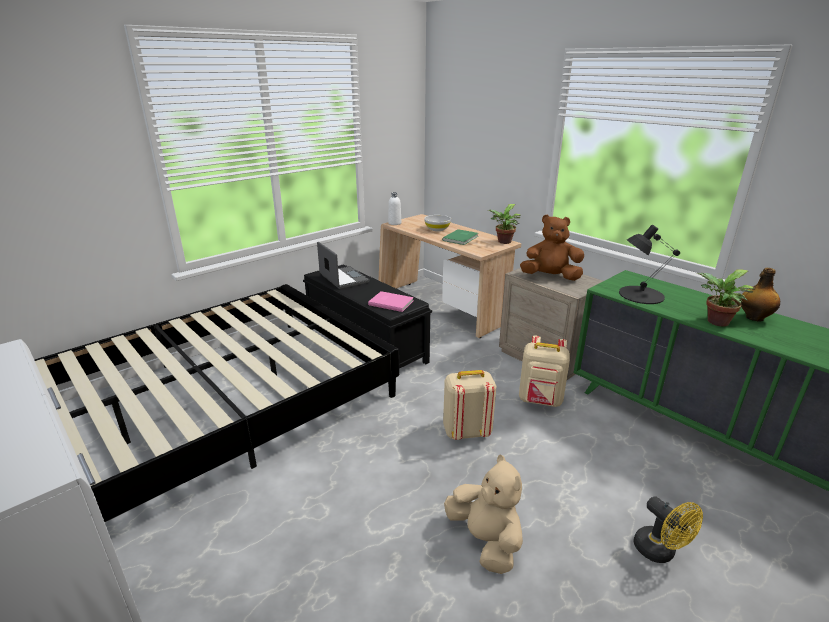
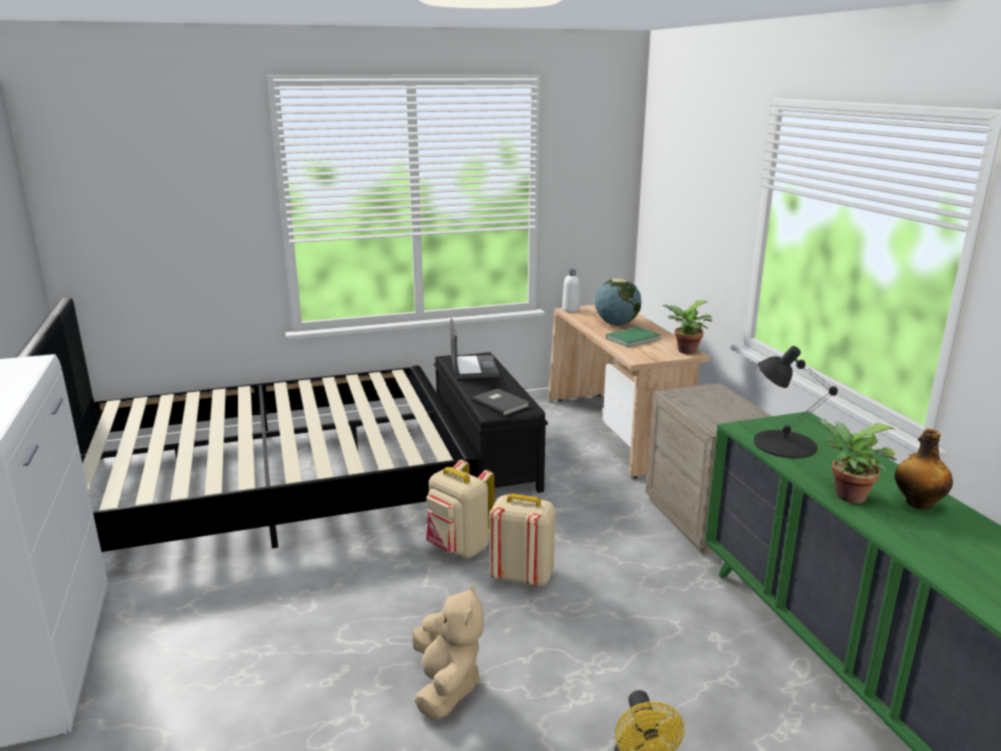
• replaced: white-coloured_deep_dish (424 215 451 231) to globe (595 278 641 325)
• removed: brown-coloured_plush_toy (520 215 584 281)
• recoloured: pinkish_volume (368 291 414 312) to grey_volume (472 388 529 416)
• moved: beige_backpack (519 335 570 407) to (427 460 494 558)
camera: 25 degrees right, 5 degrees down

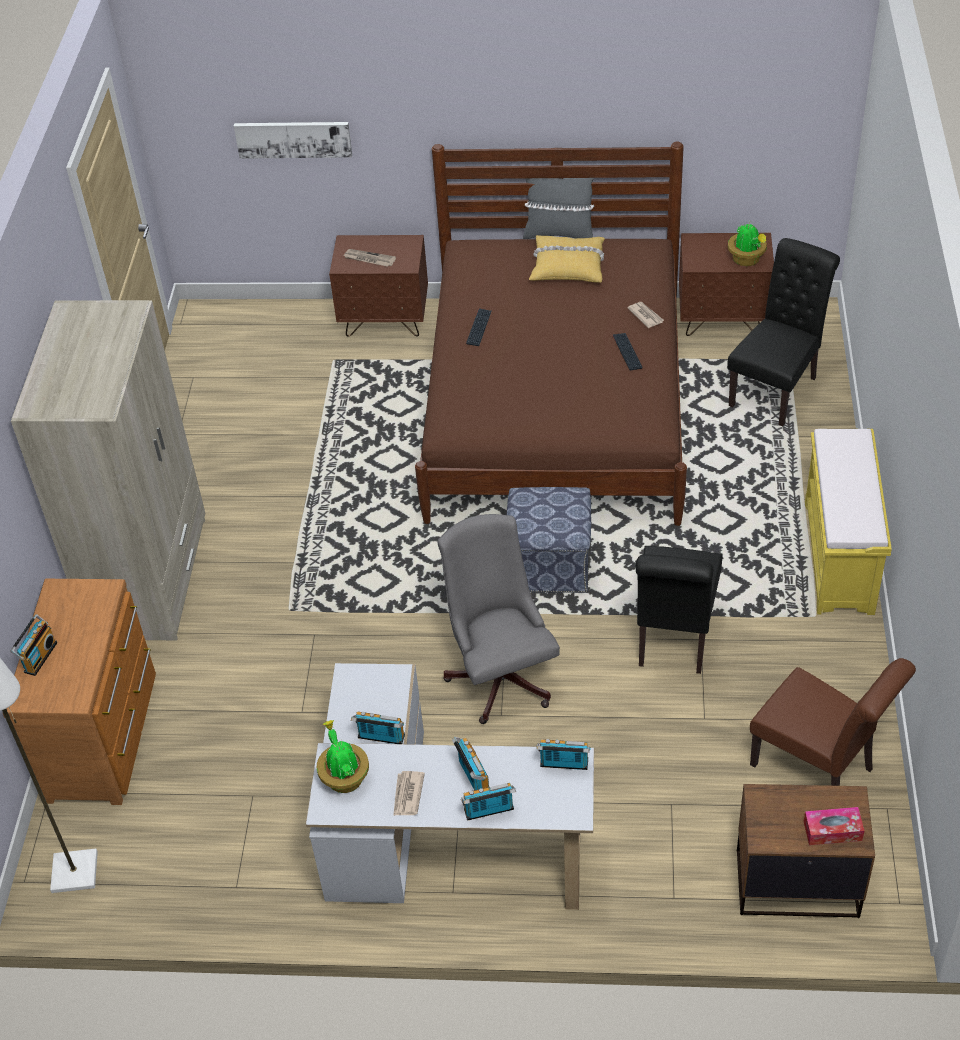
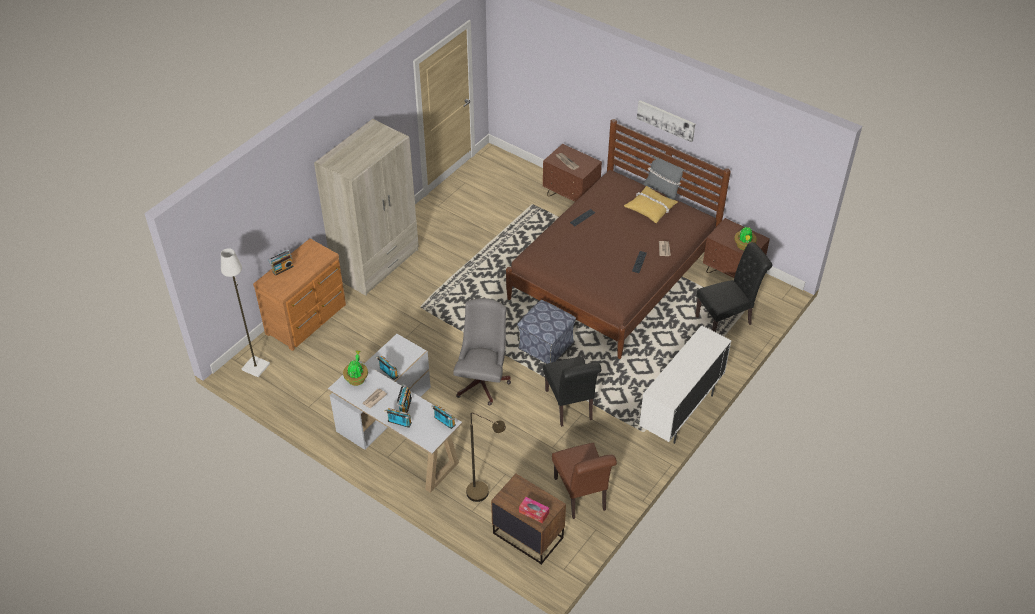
• moved: wall_picture (234 122 352 159) to (637 100 695 142)
• replaced: yellow_indoor_bench (805 429 892 615) to white-coloured_cabinet (639 325 732 444)
• turned: black-coloured_chair (635 546 723 674) = (543 357 602 427) 60 degrees counterclockwise
• added: brown-coloured_floor_lamp (466 412 506 502)
camera: 30 degrees right, 0 degrees up

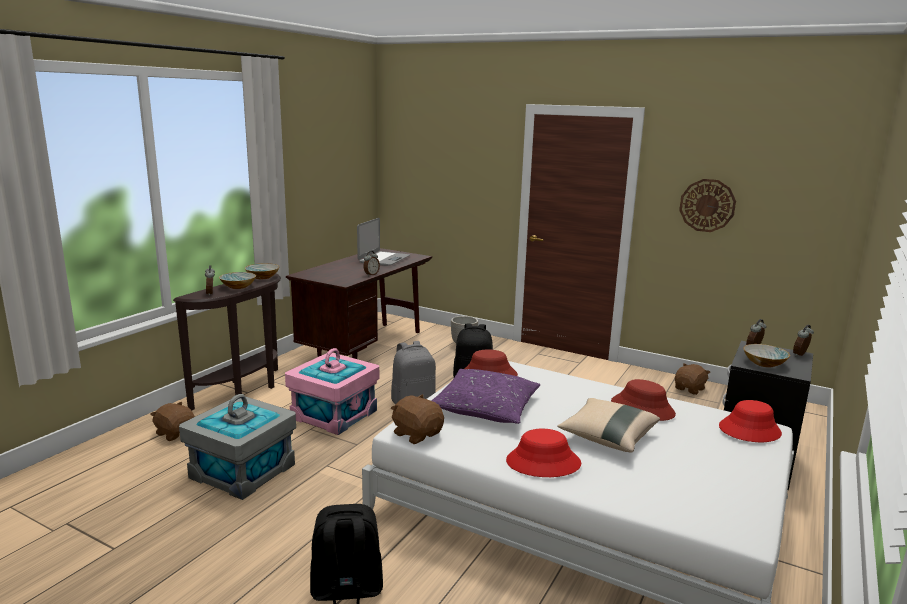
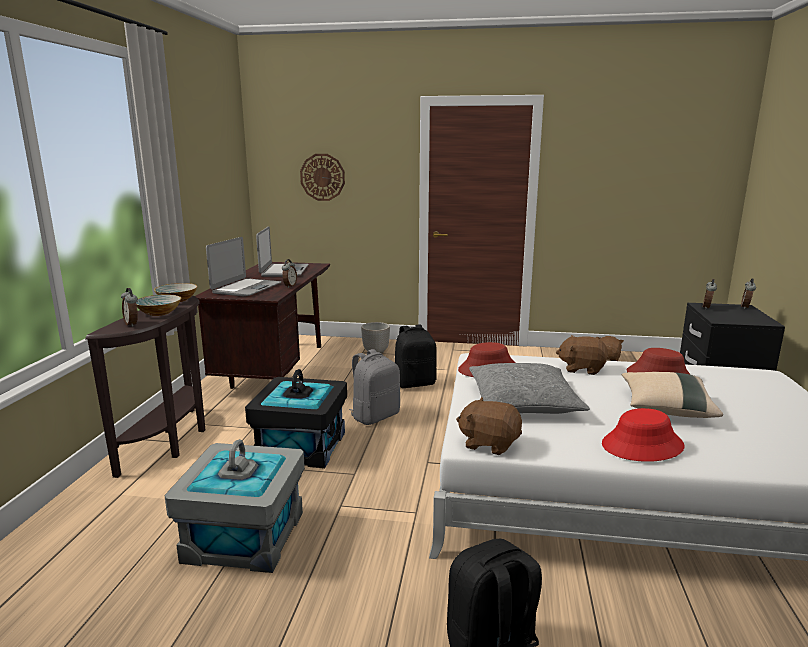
• moved: wall_clock (679 179 736 232) to (300 154 345 201)
• removed: deep_dish (743 344 790 368)
• recoloured: pinkish_storage_box (285 348 379 435) to black-coloured_storage_box (245 369 347 468)
• recoloured: purple_throw_pillow (431 369 540 424) to grey_throw_pillow (469 363 590 414)
• removed: red_clothing_hat (719 400 782 442)
• moved: brown-coloured_plush_toy (150 401 195 441) to (556 335 609 375)
• added: notebook_computer (206 237 281 296)
camera: 20 degrees left, 0 degrees up

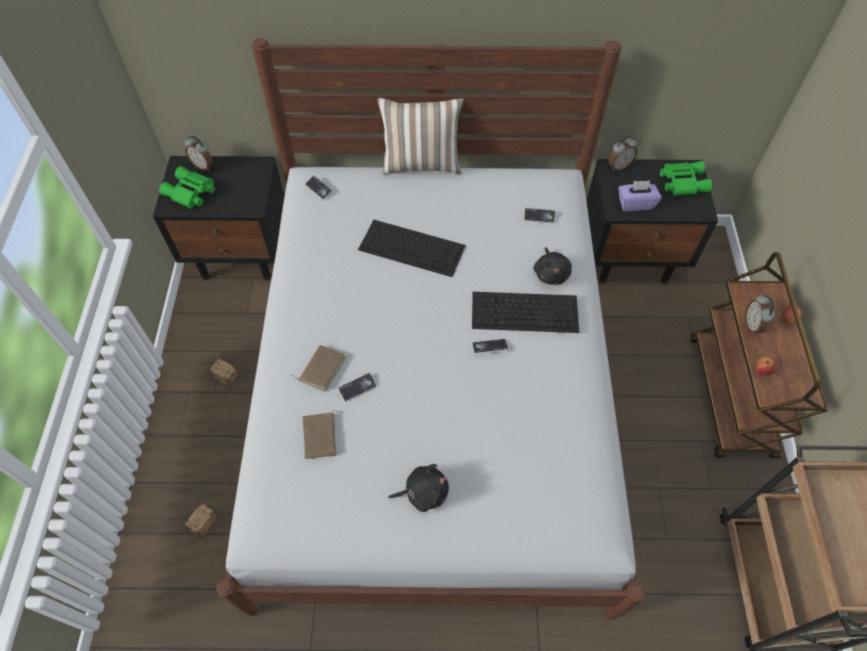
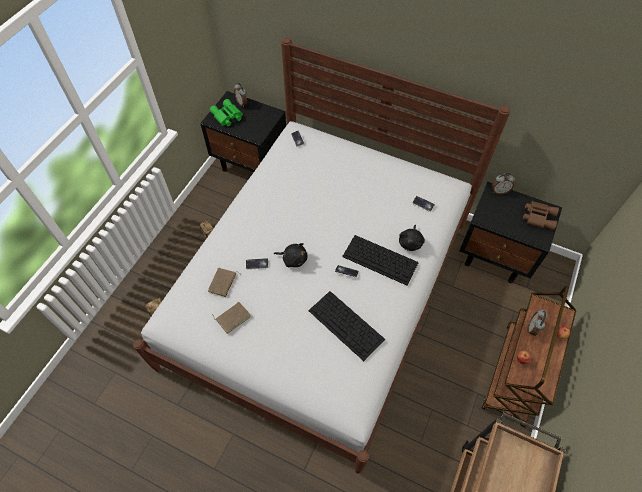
• removed: throw_pillow (378 98 464 175)
• recoloured: green-coloured_field_glasses (660 161 712 196) to brown-coloured_field_glasses (523 201 559 231)
• removed: purple_tissue_box (618 181 662 212)
• moved: computer_keyboard (358 220 466 277) to (308 291 385 361)
• moved: brown-coloured_volume (292 345 346 392) to (212 302 251 334)
• moved: black-coloured_plush_toy (388 464 449 512) to (274 243 307 267)
camera: 25 degrees right, 0 degrees up

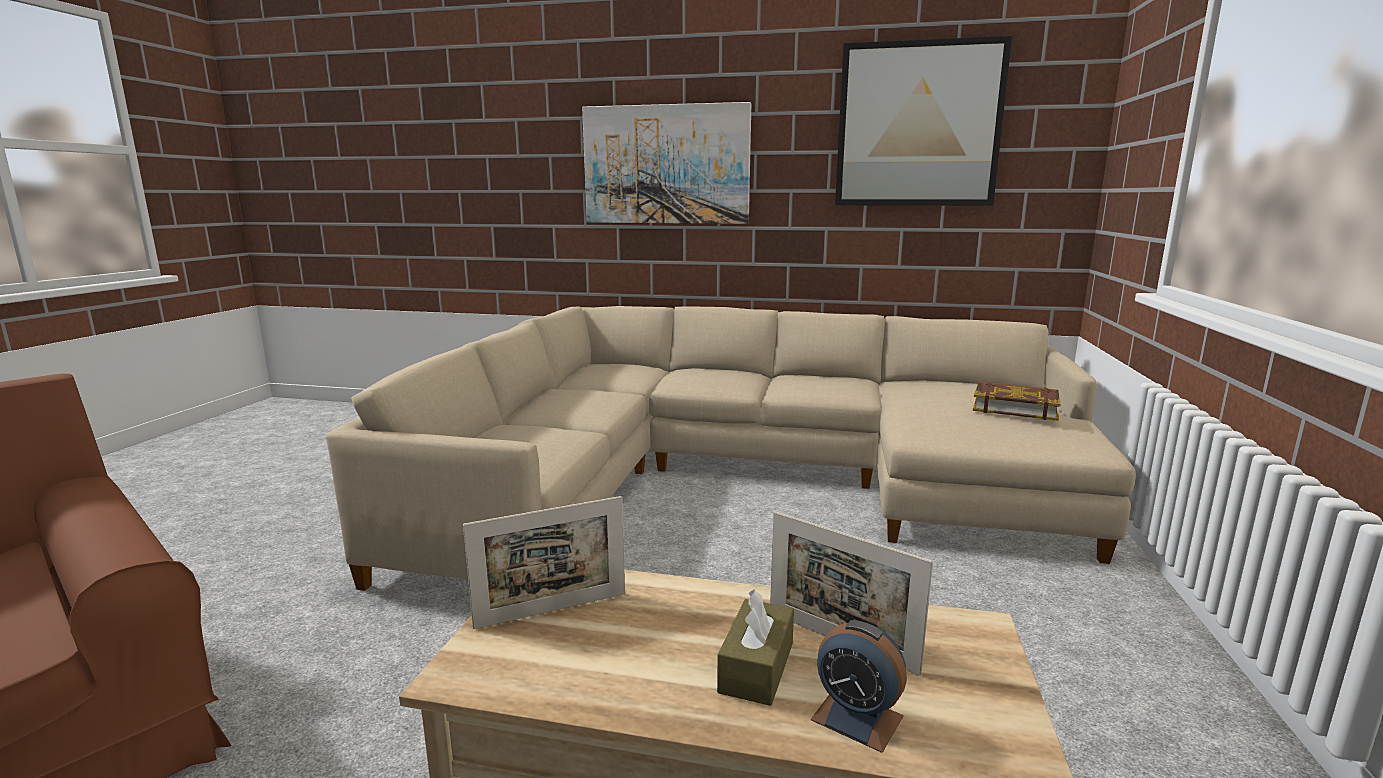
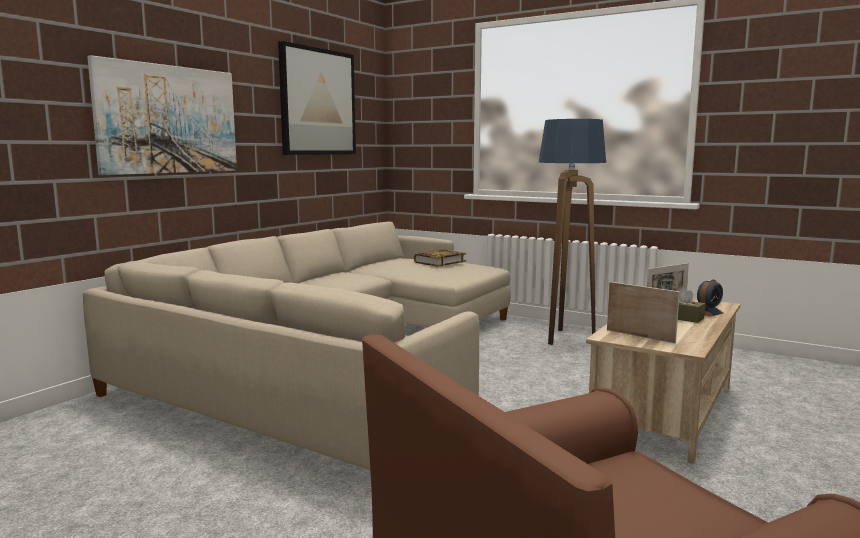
• turned: photo_frame (463 496 625 629) = (607 282 680 343) 45 degrees counterclockwise
• added: floor_lamp (539 119 606 345)
camera: 70 degrees left, 5 degrees down

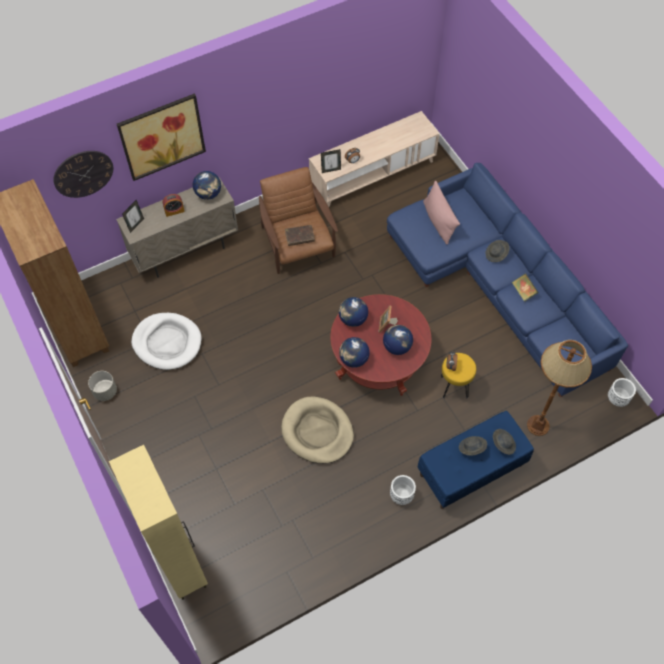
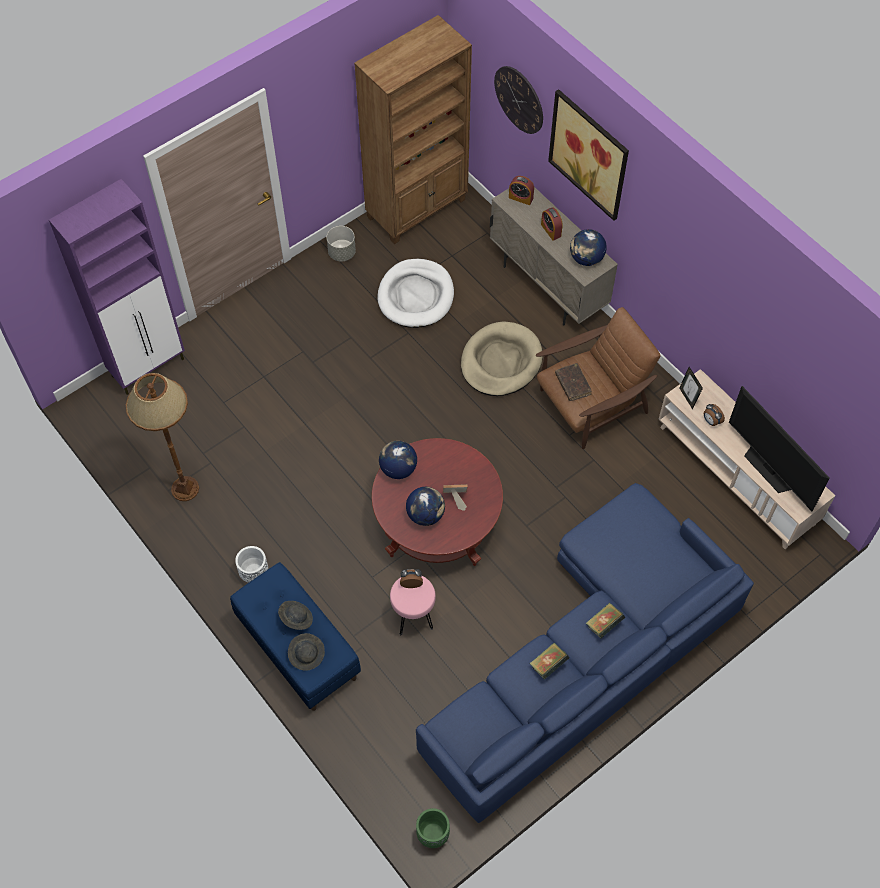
• removed: pinkish_throw_pillow (423 181 460 245)
• replaced: photo_frame (122 200 144 233) to table_clock (509 176 534 205)
• replaced: grey_clothing_hat (485 240 509 262) to volume (586 602 625 638)
• removed: globe (339 297 368 327)
• moved: brown-coloured_floor_lamp (527 340 592 436) to (126 373 199 501)
• recoloured: yellow_stool_seat (441 353 476 399) to pinkish_stool_seat (390 576 436 635)
• recoloured: white-coloured_plant_pot (608 378 636 407) to green-coloured_plant_pot (416 808 450 848)
• moved: beige_pet_bed (281 396 354 464) to (461 321 542 396)
• recoloured: beige_cabinet (109 445 208 600) to purple_cabinet (49 179 185 395)
• added: TV_set (729 386 830 511)
camera: 80 degrees right, 0 degrees up

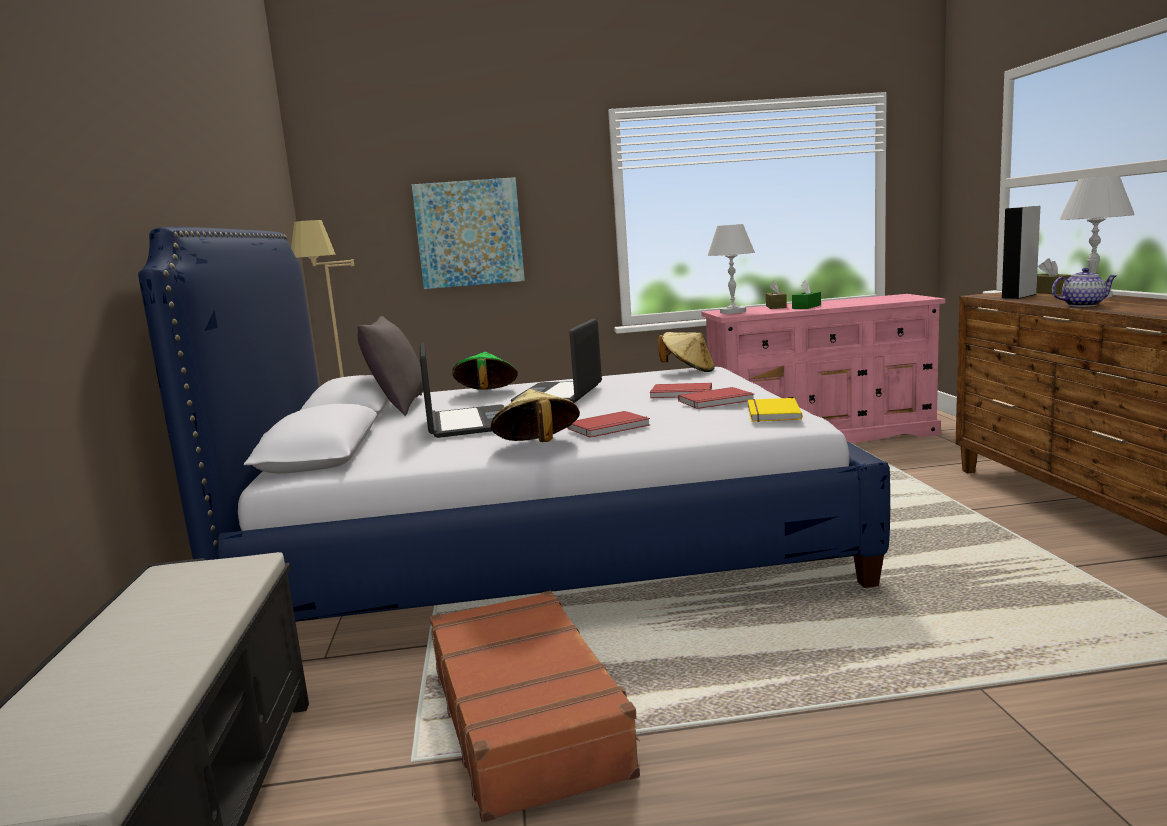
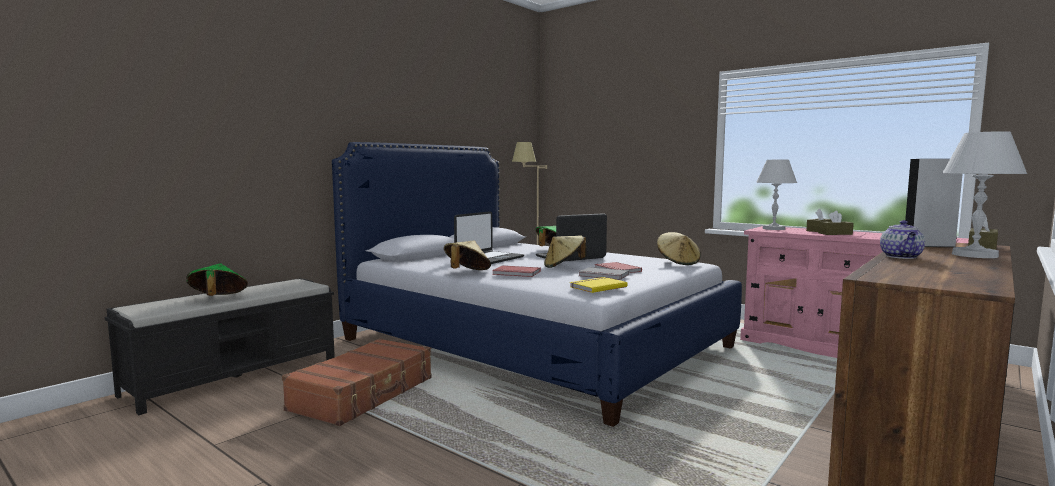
• removed: wall_picture (412 177 525 289)
• turned: pot_for_tea (1052 268 1116 307) = (880 220 925 259) 60 degrees clockwise
• recoloured: green-coloured_tissue_box (792 280 821 309) to brown-coloured_tissue_box (818 211 854 235)
• removed: grey_throw_pillow (357 316 423 416)
• recoloured: red_volume (678 387 754 409) to grey_volume (579 267 629 280)
• added: beige_clothing_hat (544 236 586 268)
• added: green-coloured_clothing_hat (186 263 248 296)
camera: 45 degrees right, 5 degrees down

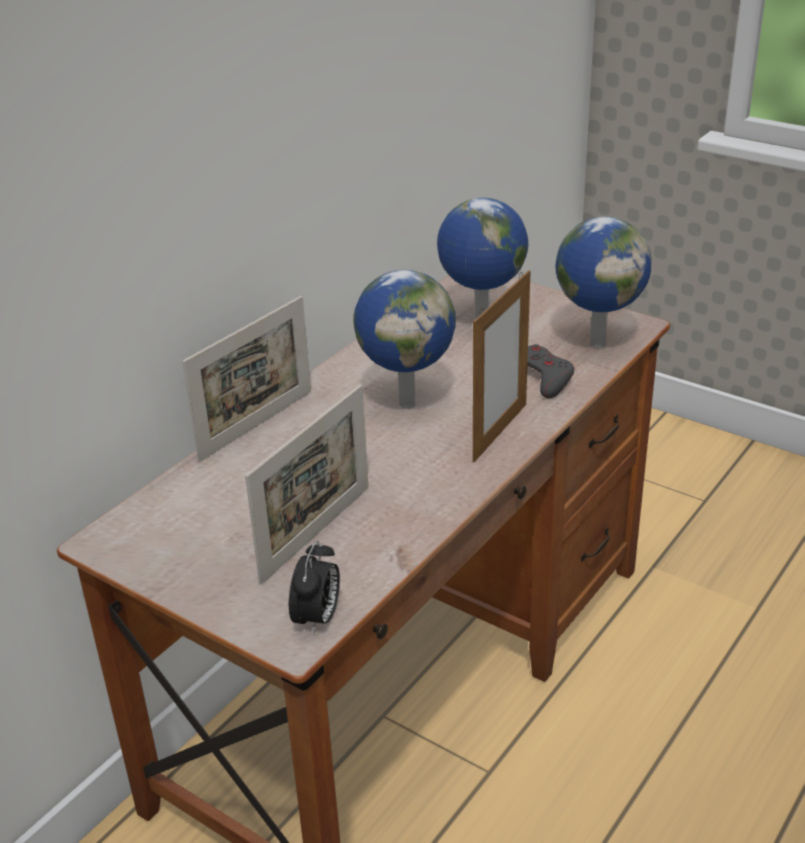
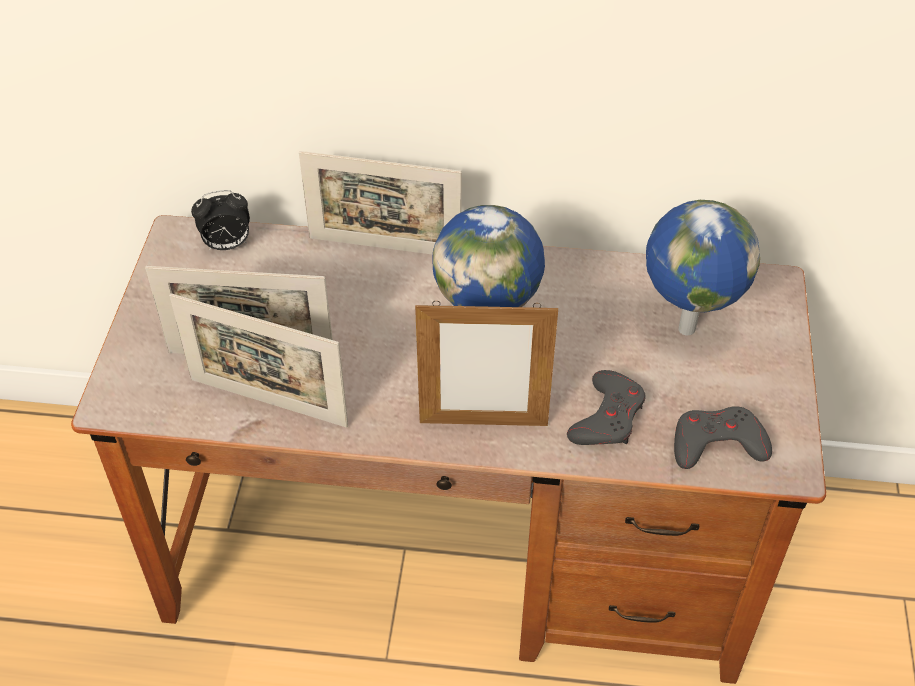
• replaced: globe (555 217 651 348) to grey_joypad (674 406 772 469)
• moved: table_clock (289 540 340 635) to (191 190 250 250)
• added: photo_frame (169 293 348 428)
camera: 60 degrees right, 15 degrees up

